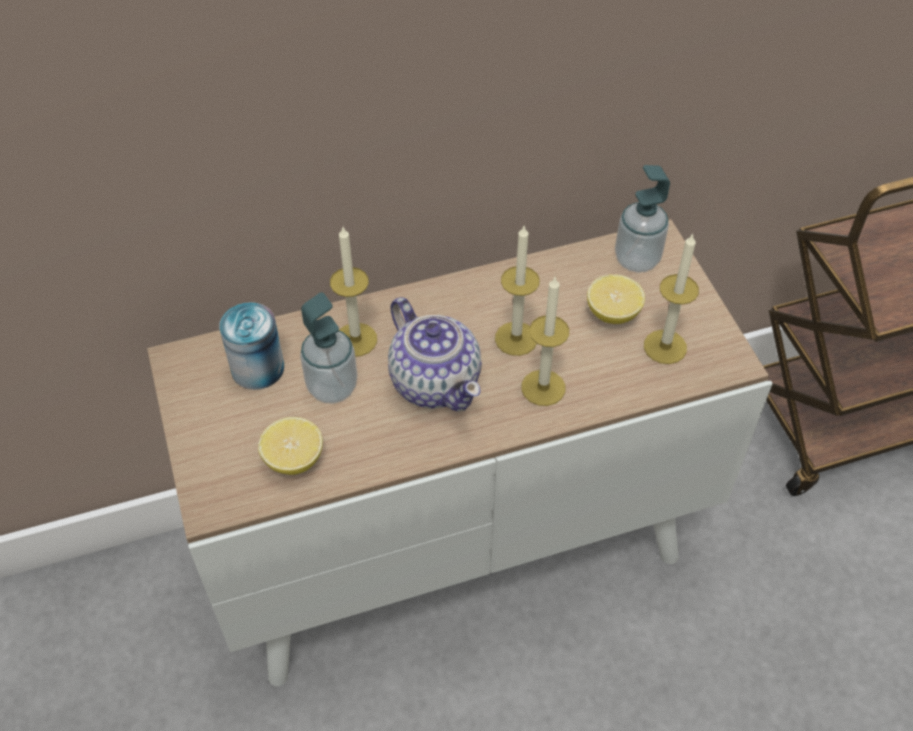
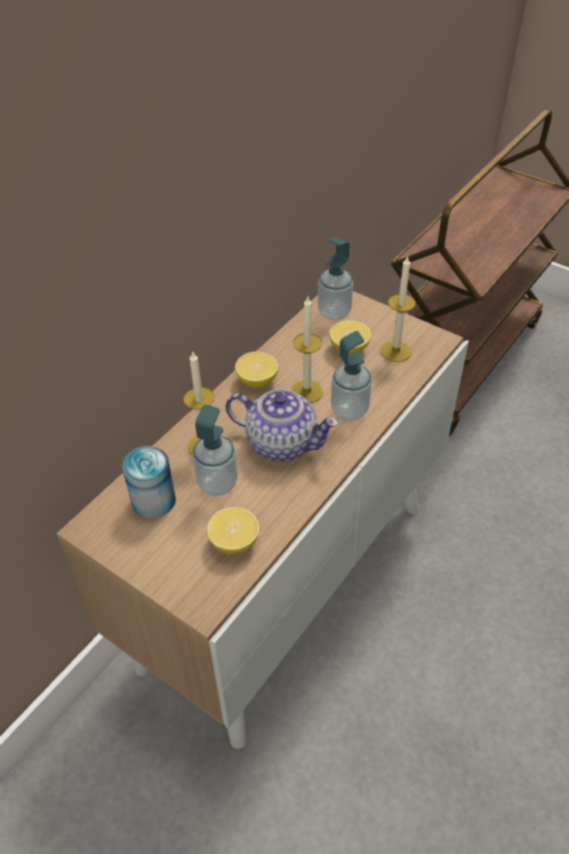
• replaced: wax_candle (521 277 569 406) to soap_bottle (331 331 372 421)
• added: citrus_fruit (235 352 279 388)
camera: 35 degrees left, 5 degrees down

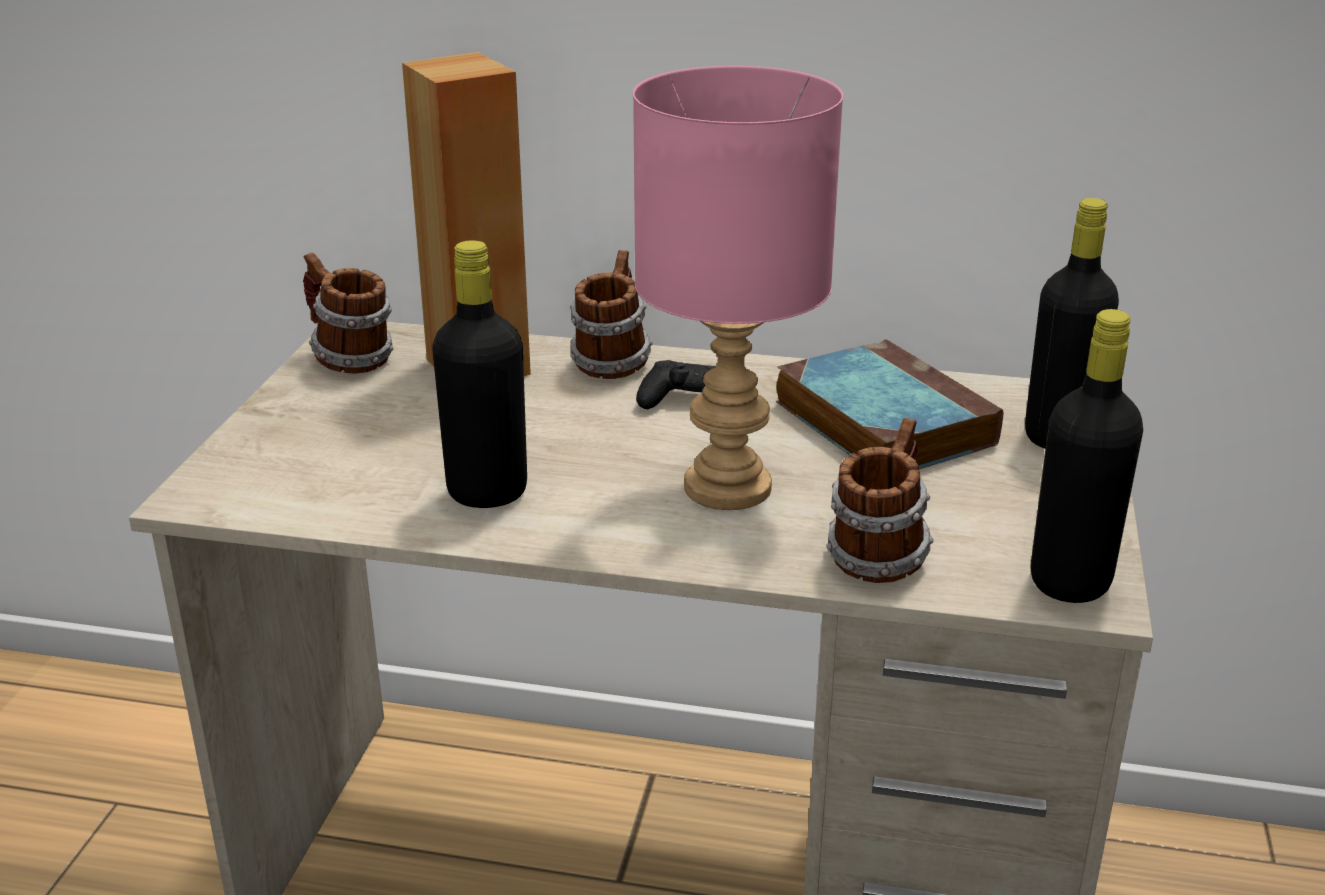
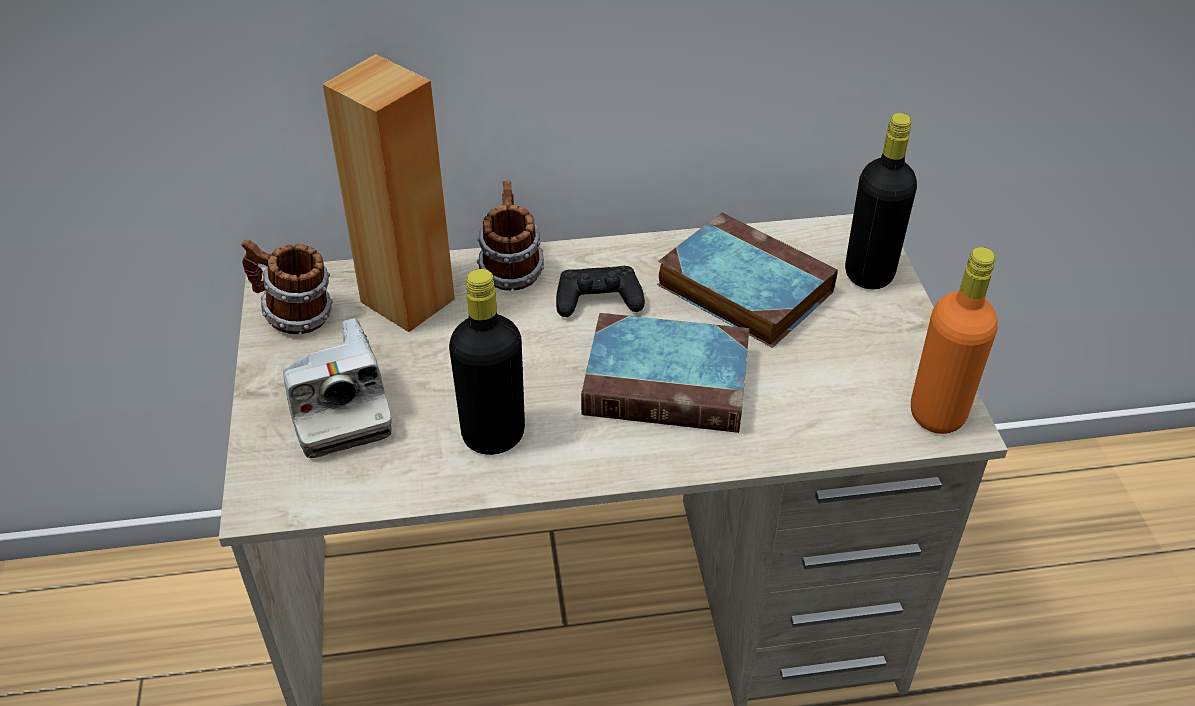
• replaced: pinkish_tabletop_lamp (633 66 843 510) to volume (581 313 749 433)
• recoloured: black-coloured_drink_bottle (1031 309 1143 603) to orange-coloured_drink_bottle (911 247 998 434)
• removed: mug (827 418 934 583)
• added: photo_camera (283 318 392 458)
camera: 20 degrees left, 15 degrees up

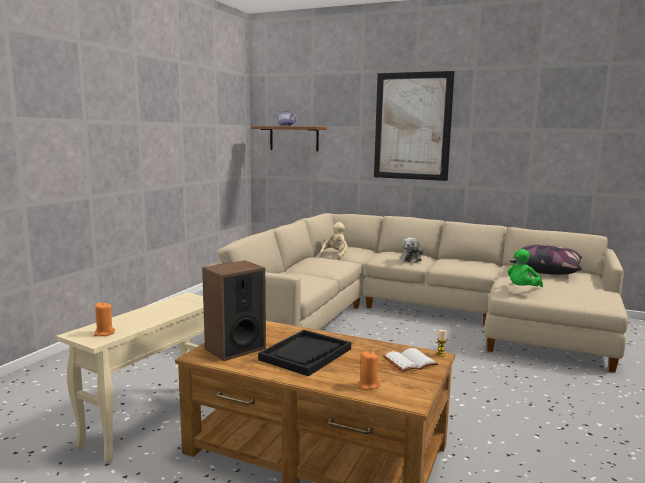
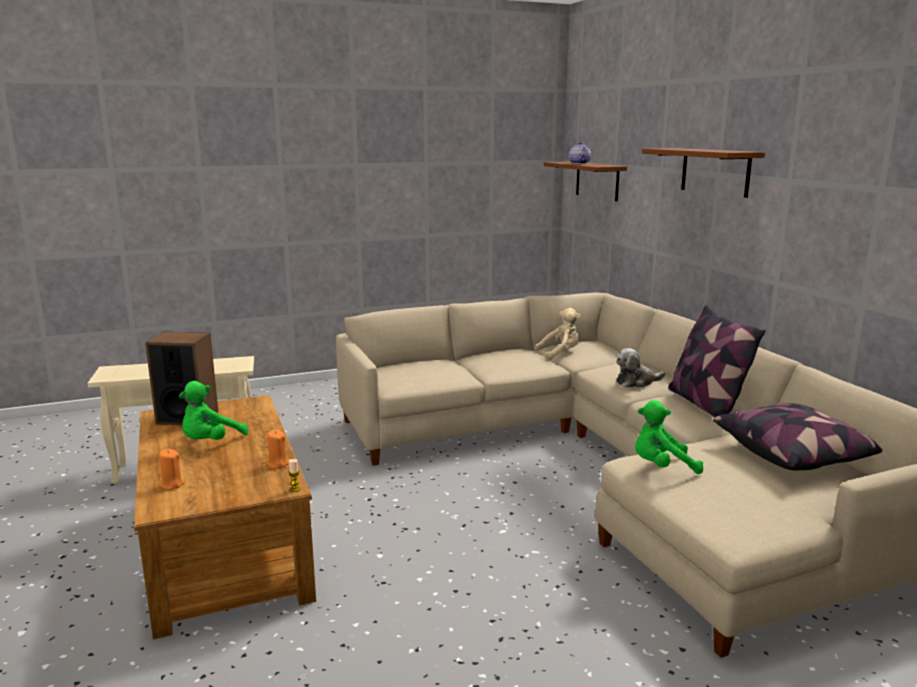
• replaced: wall_picture (374 71 455 181) to brown-coloured_shelf (642 148 765 198)
• moved: orange-coloured_wax_candle (94 302 115 336) to (266 430 289 469)
• replaced: black-coloured_carrying_tray (258 330 351 376) to green-coloured_plush_toy (179 381 249 440)
• removed: white-coloured_volume (383 348 438 372)
• added: throw_pillow (668 305 766 417)
camera: 45 degrees right, 5 degrees up

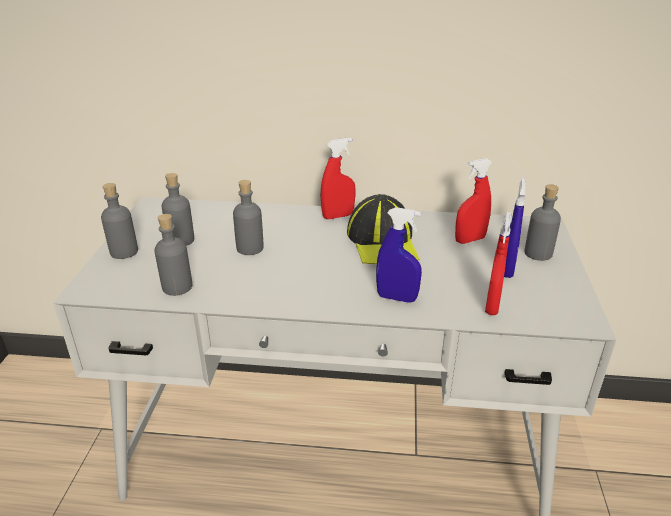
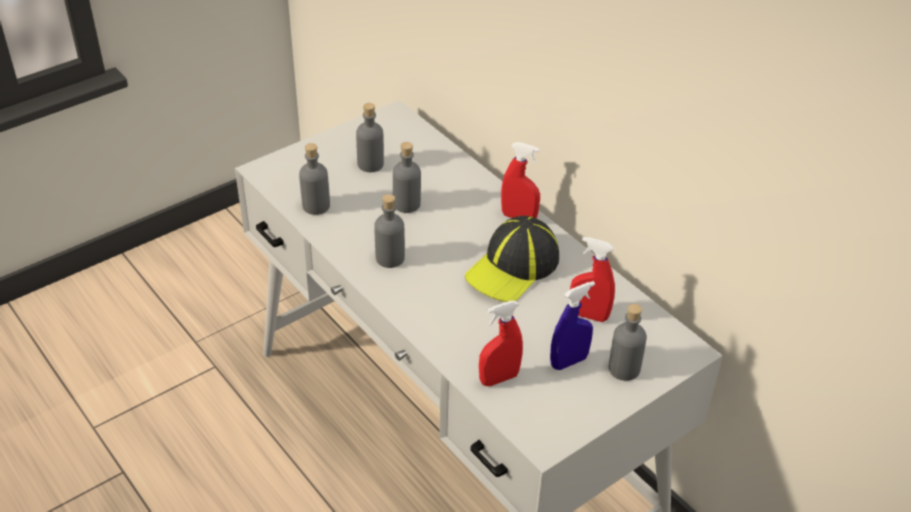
• moved: grey_drink_bottle (101 183 138 259) to (374 194 405 268)
• removed: blue_hand_sprayer (376 207 422 303)
camera: 45 degrees right, 10 degrees up

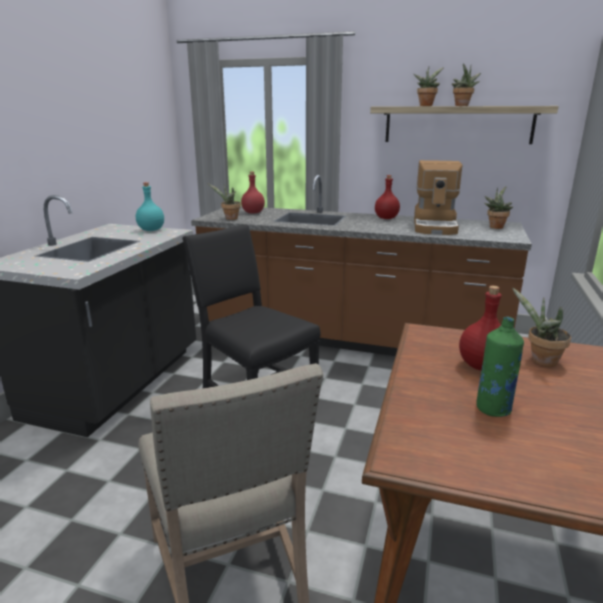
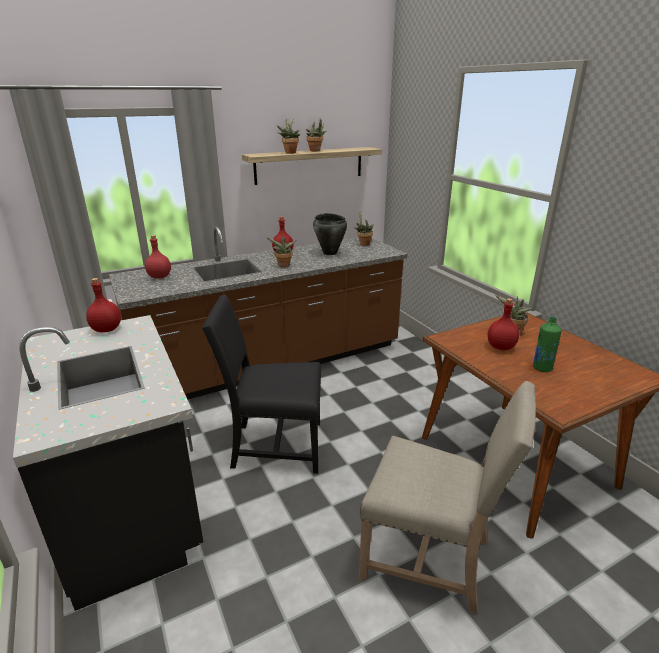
• replaced: coffee_machine (414 160 462 235) to black-coloured_saucepot (313 213 347 255)
• recoloured: turquoise_drink_bottle (136 182 164 231) to red_drink_bottle (86 278 121 332)
• moved: plant_in_a_pot (207 183 241 220) to (267 235 296 267)
camera: 45 degrees left, 5 degrees up

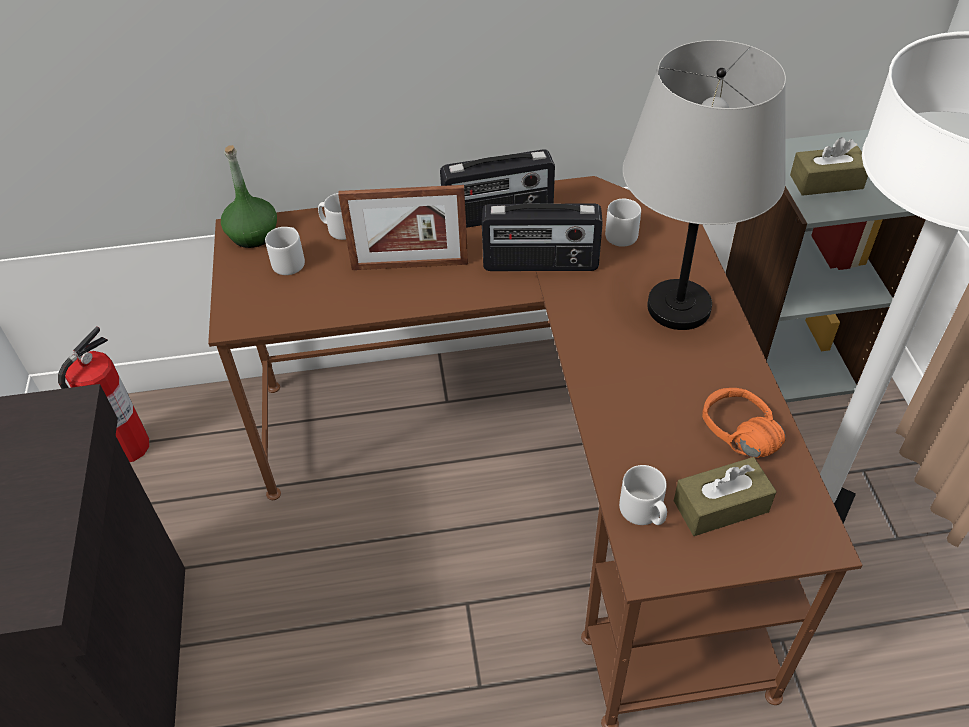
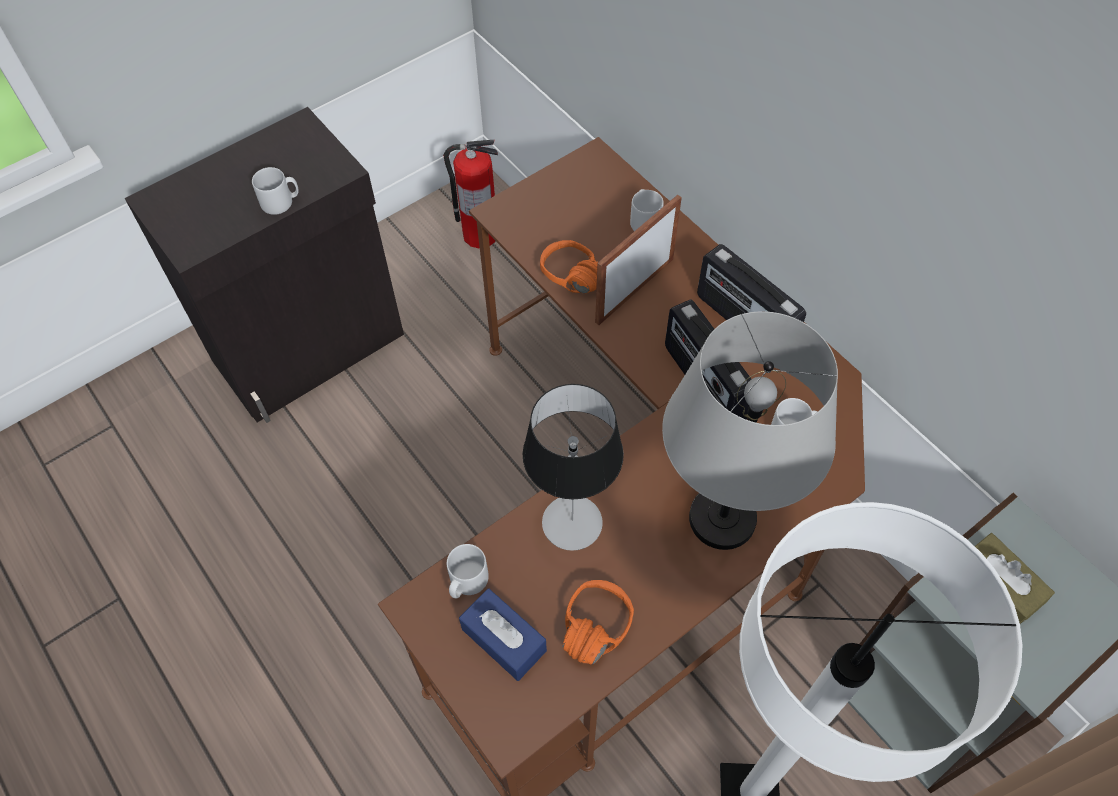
• removed: green-coloured_drink_bottle (221 145 277 248)
• turned: photo_frame (338 185 468 270) = (595 195 682 325) 75 degrees clockwise
• moved: grey_mug (265 227 305 275) to (252 167 299 215)
• recoloured: brown-coloured_tissue_box (674 457 777 536) to blue_tissue_box (459 588 547 681)
• added: orange-coloured_headphones (540 240 598 293)
• added: tabletop_lamp (523 384 624 551)
camera: 60 degrees right, 10 degrees up

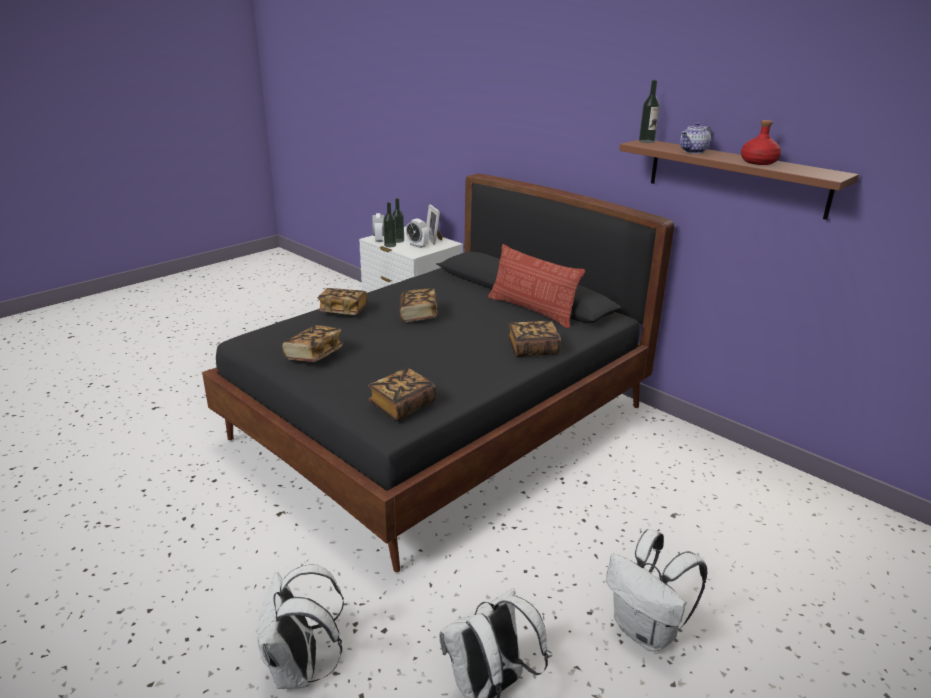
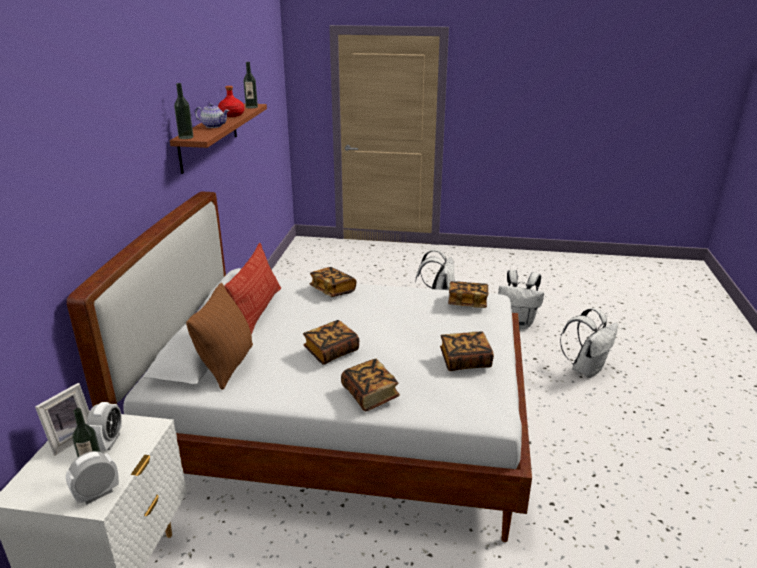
• recoloured: black-coloured_bedroom_bed (202 174 674 572) to white-coloured_bedroom_bed (67 191 532 542)
• moved: drink_bottle (383 202 396 247) to (243 62 258 109)
• added: brown-coloured_throw_pillow (186 283 253 390)
camera: 125 degrees left, 0 degrees up

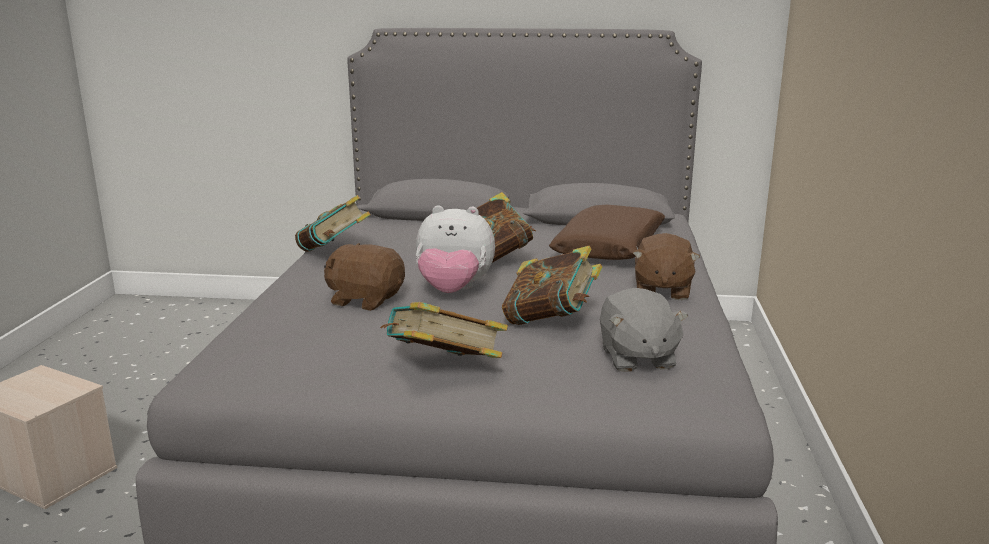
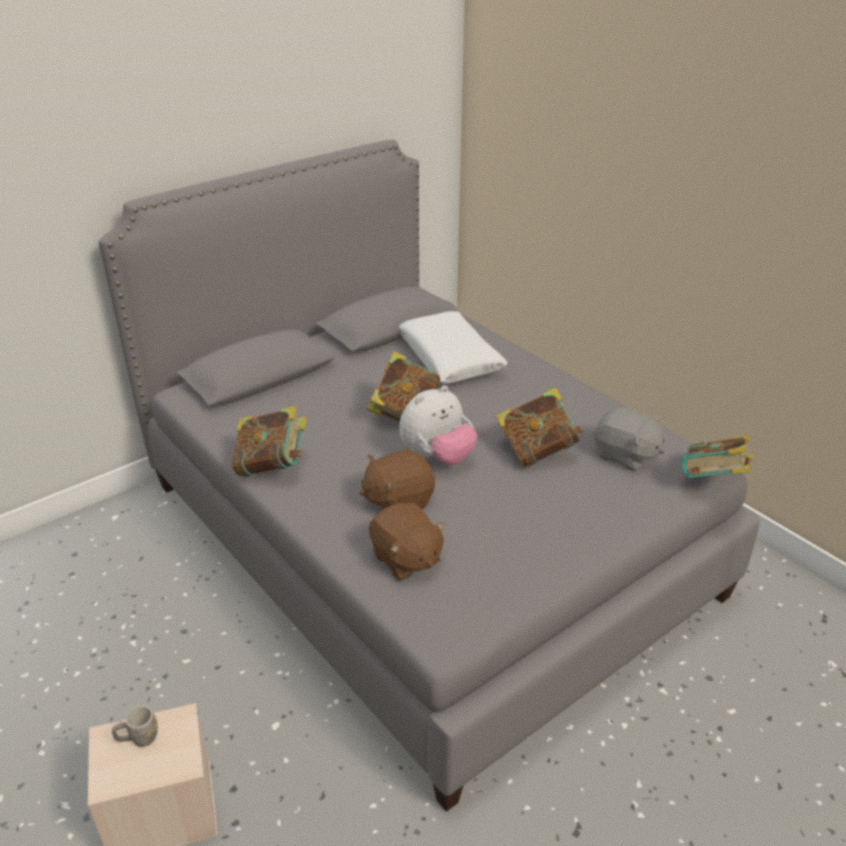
• recoloured: brown-coloured_throw_pillow (549 205 666 260) to white-coloured_throw_pillow (399 311 508 384)
• moved: brown-coloured_plush_toy (633 233 700 300) to (369 503 446 581)
• moved: volume (380 302 508 358) to (681 435 753 478)
• added: grey_mug (112 706 158 747)
camera: 45 degrees left, 15 degrees up

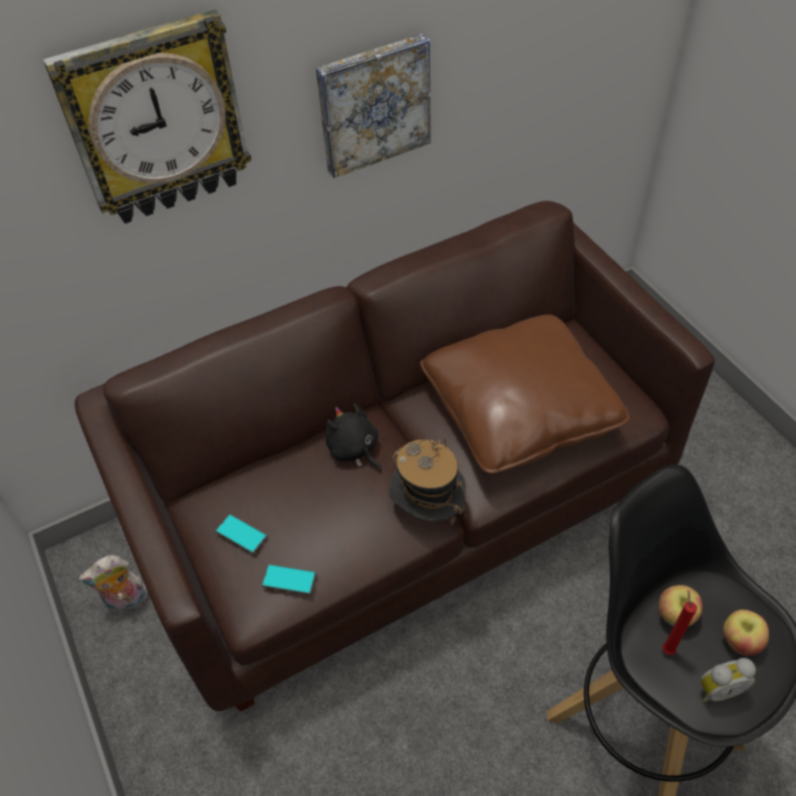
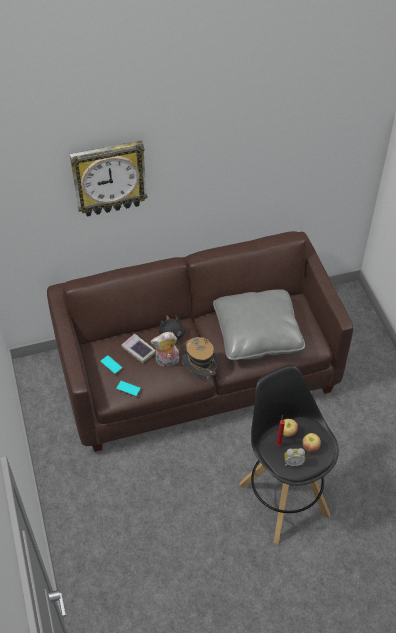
• removed: wall_picture (316 34 431 178)
• recoloured: brown-coloured_throw_pillow (420 314 630 473) to grey_throw_pillow (213 289 305 360)
• moved: plush_toy (79 555 148 612) to (150 332 179 366)
• added: volume (121 334 156 363)
camera: 10 degrees right, 0 degrees up

